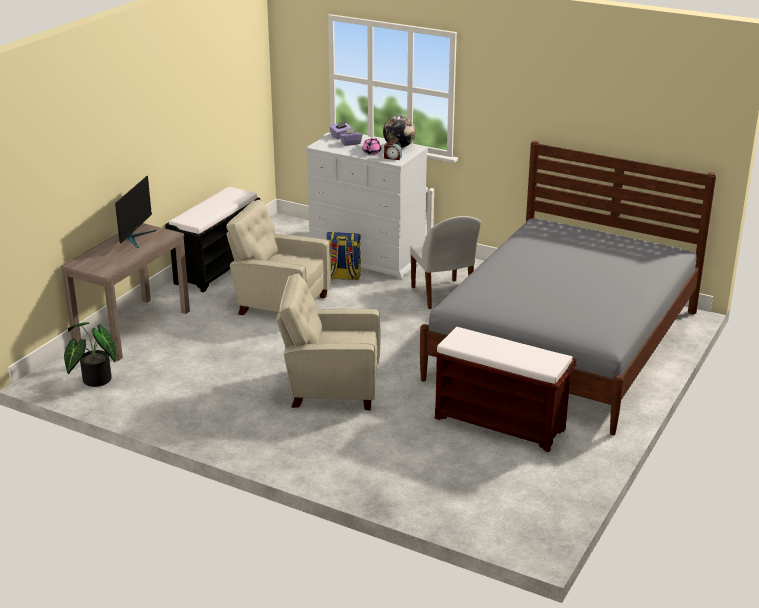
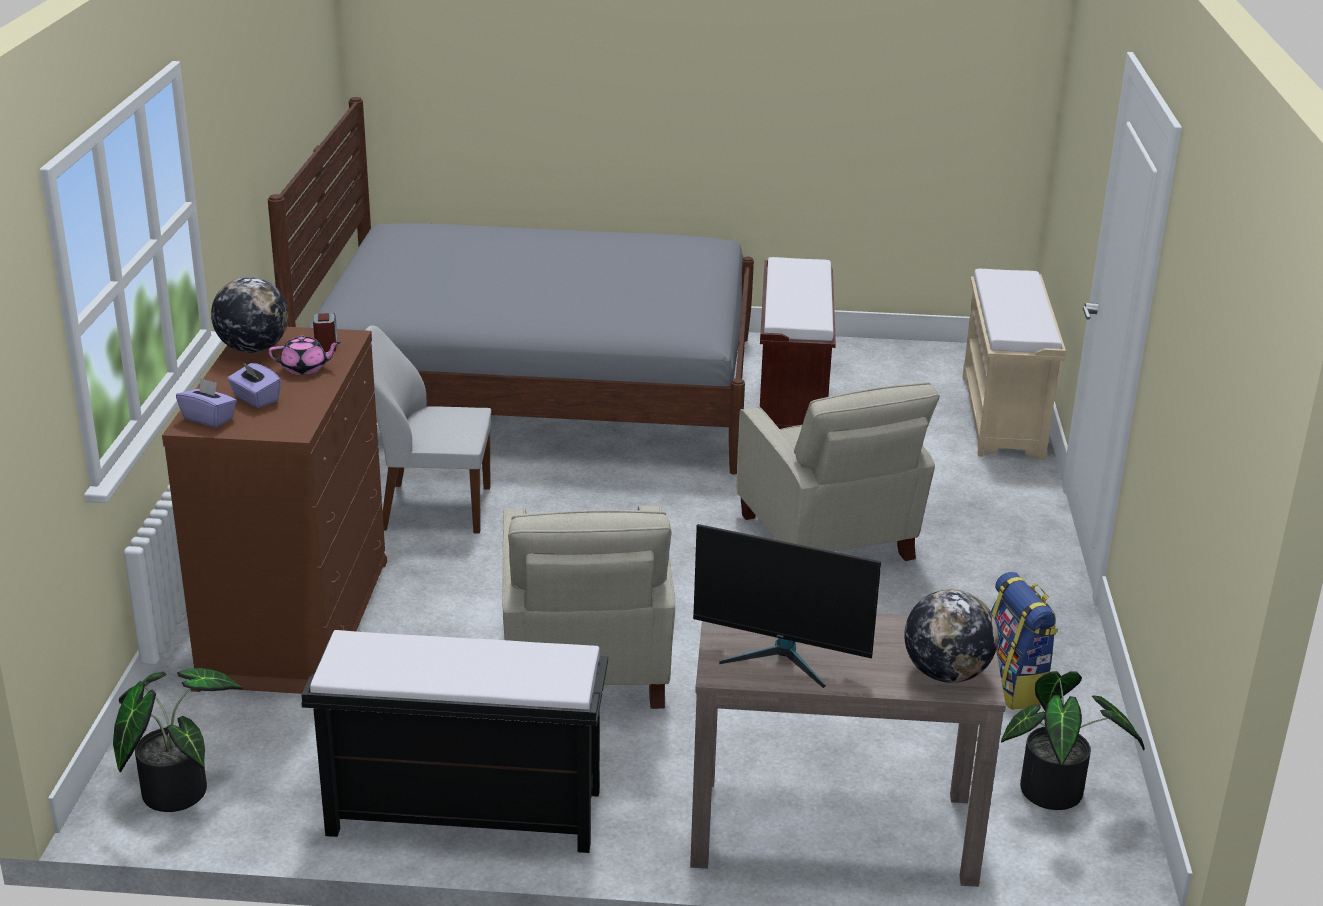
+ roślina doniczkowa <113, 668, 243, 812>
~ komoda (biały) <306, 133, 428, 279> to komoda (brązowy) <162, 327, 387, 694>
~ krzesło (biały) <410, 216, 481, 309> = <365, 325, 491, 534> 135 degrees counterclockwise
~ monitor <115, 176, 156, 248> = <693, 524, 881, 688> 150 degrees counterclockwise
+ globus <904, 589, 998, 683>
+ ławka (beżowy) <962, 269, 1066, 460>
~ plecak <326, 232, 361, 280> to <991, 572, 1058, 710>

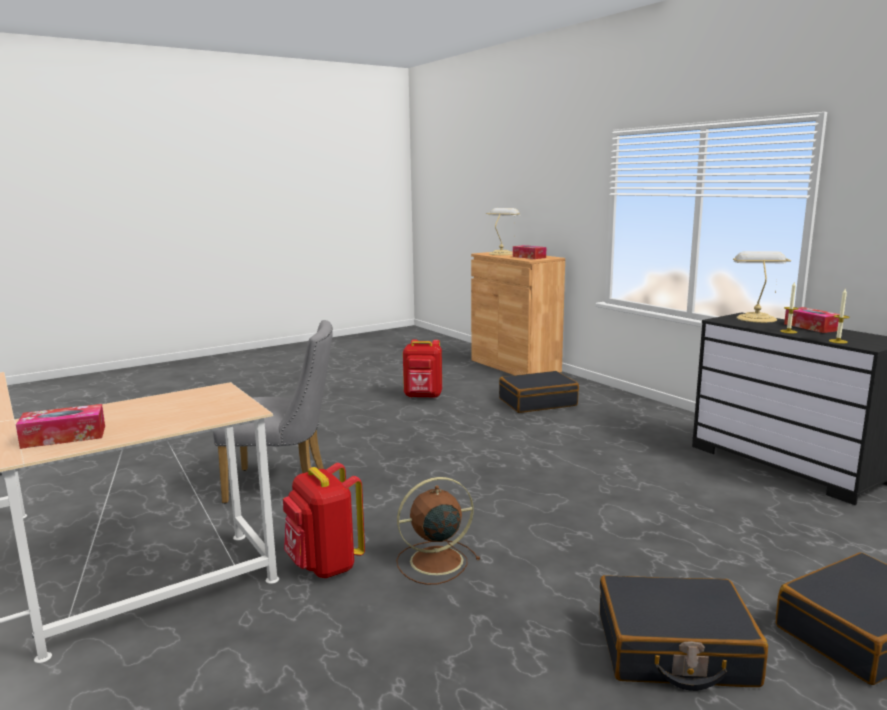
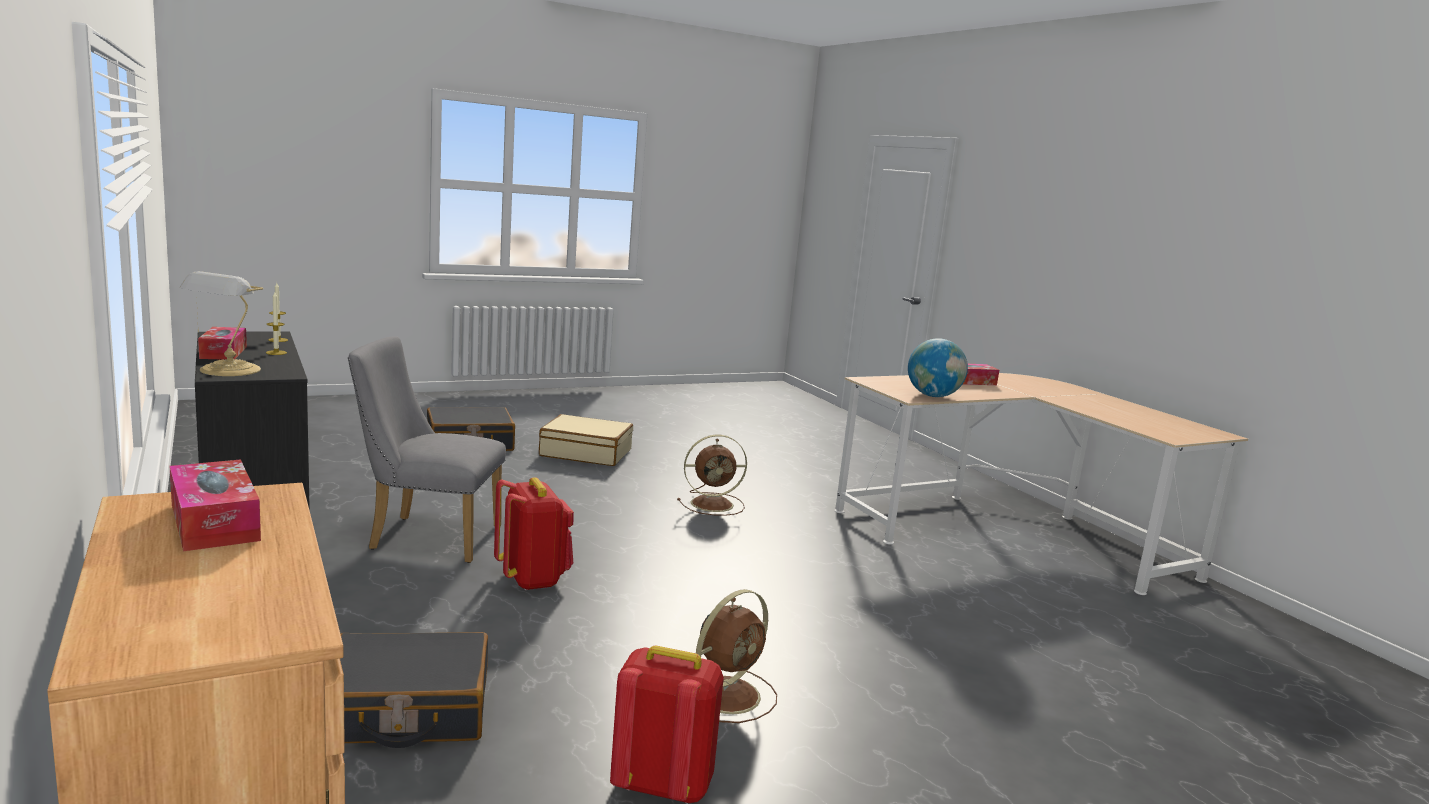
~ krzesło (szary) <213, 320, 333, 504> to <348, 336, 506, 563>
~ plecak (czerwony) <283, 463, 365, 578> to <494, 477, 574, 590>
~ walizka (czarny) <600, 575, 768, 691> to walizka (beżowy) <539, 414, 633, 466>
+ wentylator (brązowy) <696, 589, 777, 723>
+ globus <908, 338, 968, 397>
- lampa stołowa <486, 208, 521, 255>

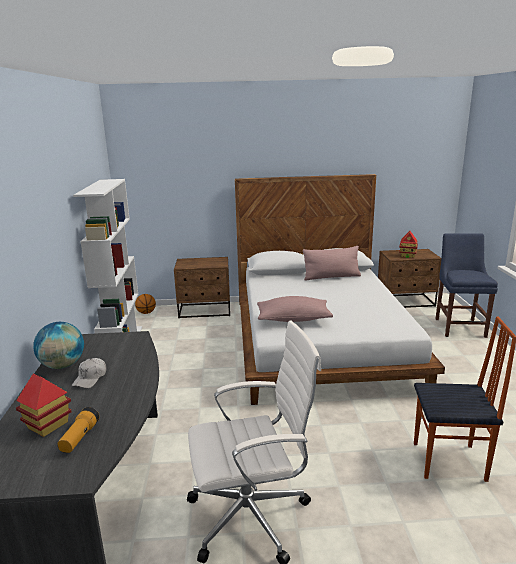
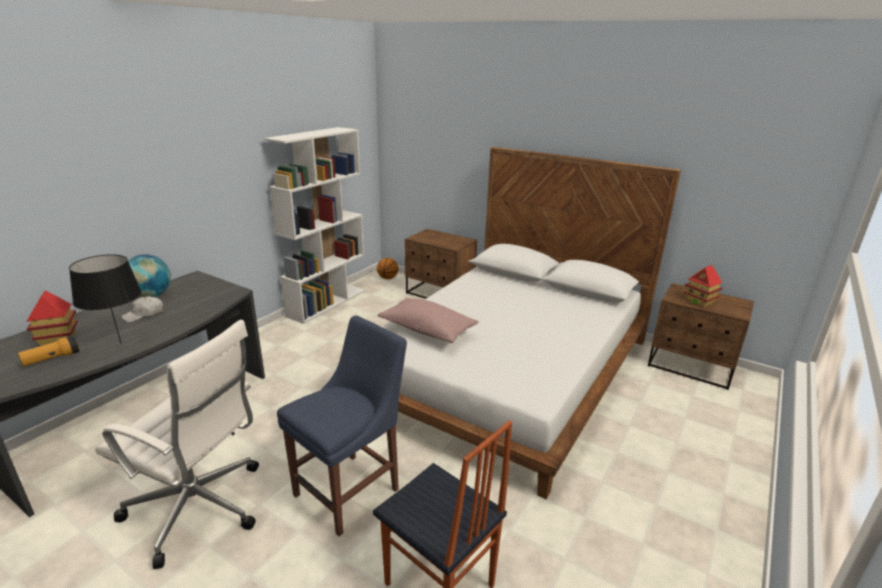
+ lampa stołowa (czarny) <69, 254, 142, 343>
~ krzesło (niebieski) <436, 233, 498, 338> to <277, 316, 407, 536>
- poduszka (różowy) <303, 246, 361, 281>

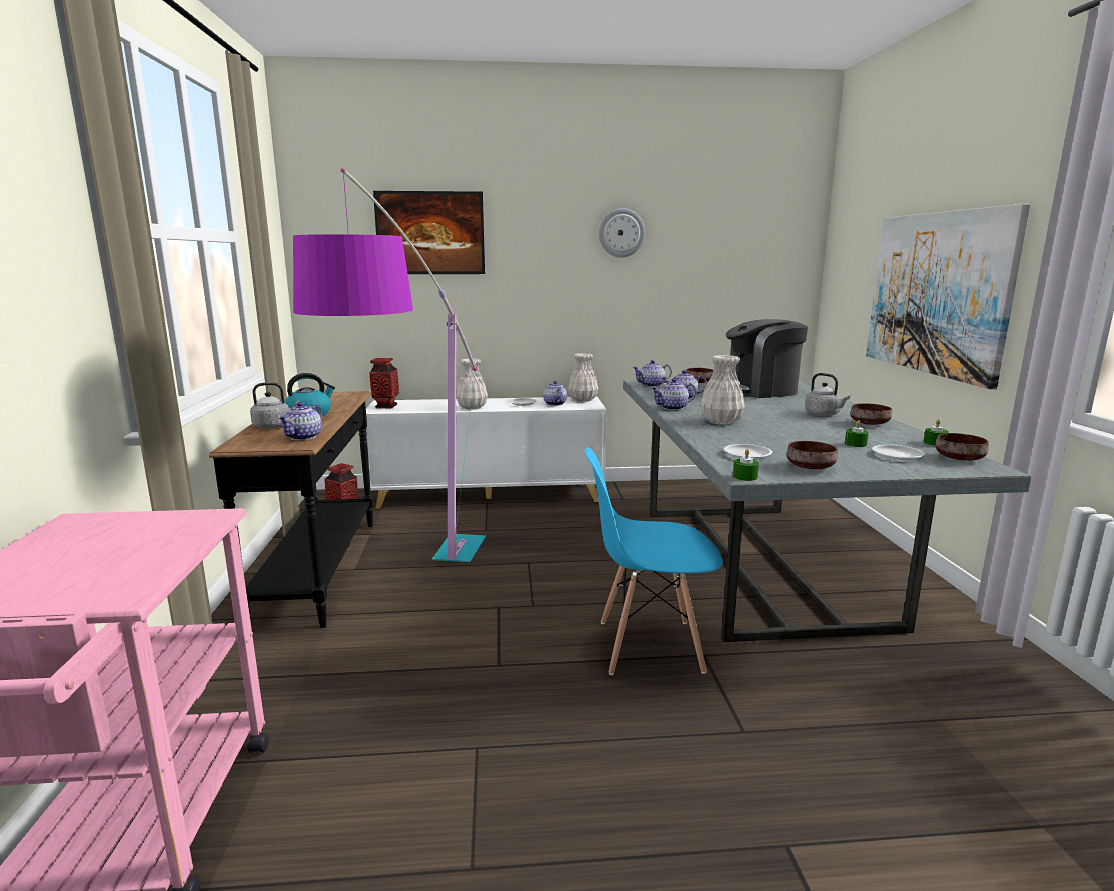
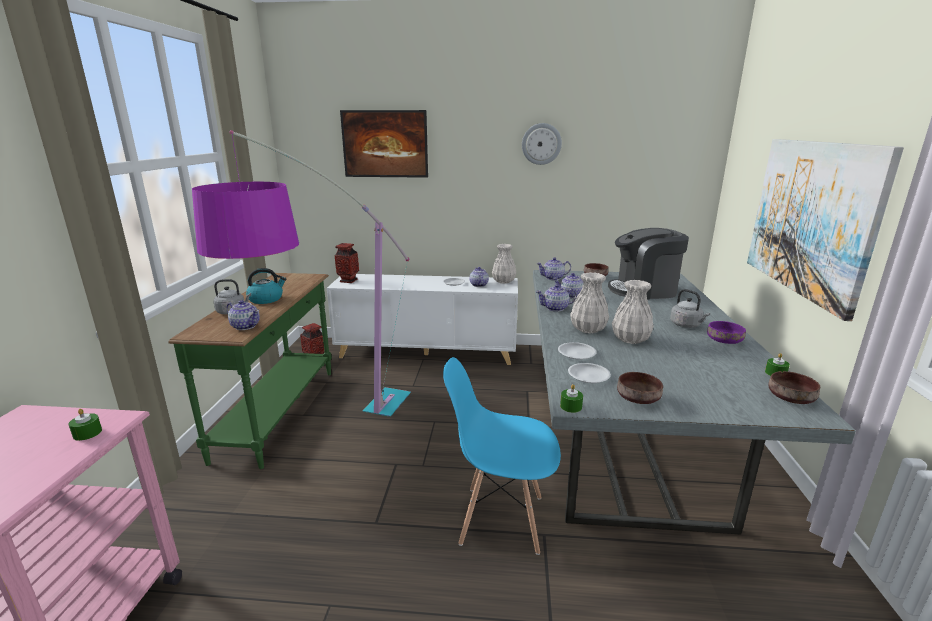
~ świeca (zielony) <845, 420, 869, 447> to <69, 409, 102, 441>
~ stolik konsolowy (czarny) <209, 391, 374, 628> to stolik konsolowy (zielony) <168, 273, 332, 469>
~ imbryk <278, 402, 323, 441> = <227, 300, 260, 330> 90 degrees counterclockwise
~ talerz (biały) <872, 445, 925, 460> to <558, 342, 597, 360>
~ wazon (biały) <456, 359, 488, 410> to <612, 280, 654, 344>
~ miska (brązowy) <851, 403, 892, 425> to miska (fioletowy) <707, 321, 746, 344>

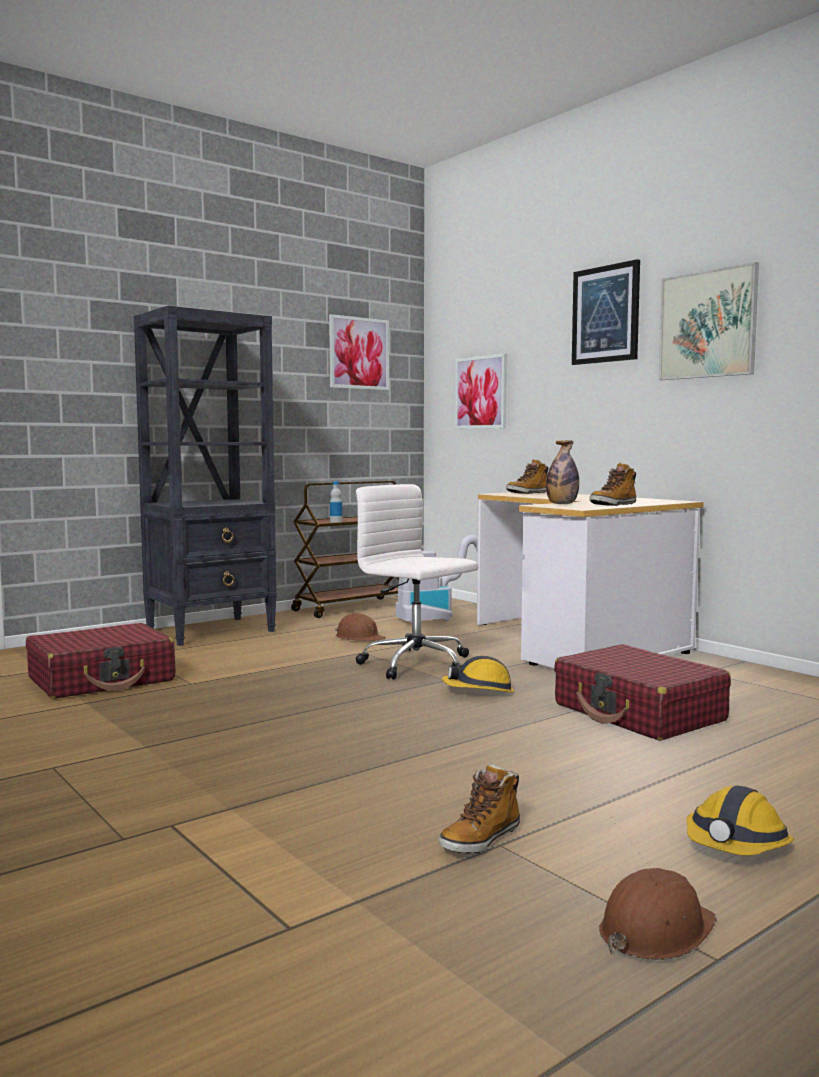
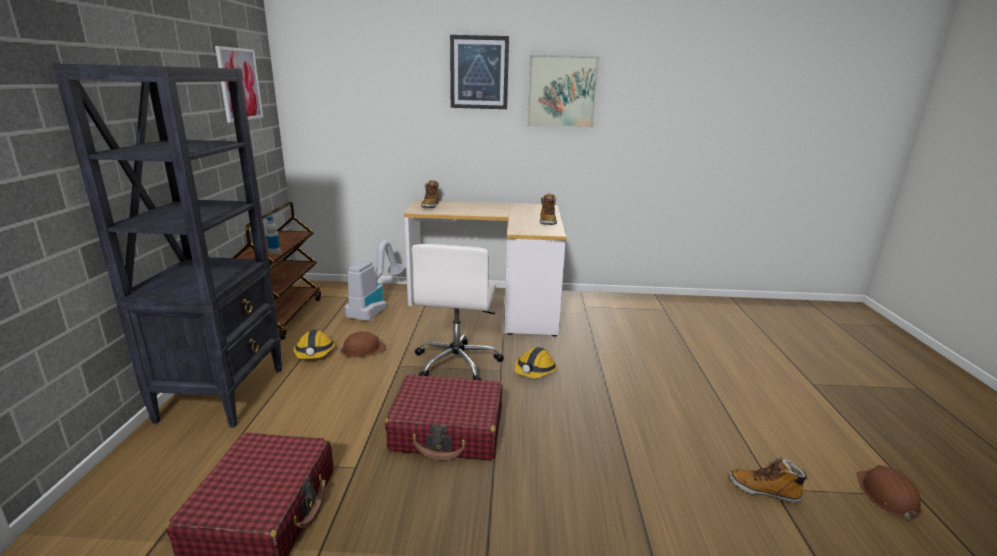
~ kask <686, 786, 794, 856> to <293, 330, 335, 359>
~ walizka (czerwony) <554, 644, 731, 741> to <385, 375, 502, 461>
~ krzesło biurowe (biały) <356, 484, 478, 680> = <412, 244, 504, 380> 75 degrees counterclockwise
~ but z cholewką <439, 763, 520, 854> = <730, 457, 809, 503> 120 degrees clockwise
- obraz <455, 354, 507, 429>
- butelka <546, 440, 579, 504>

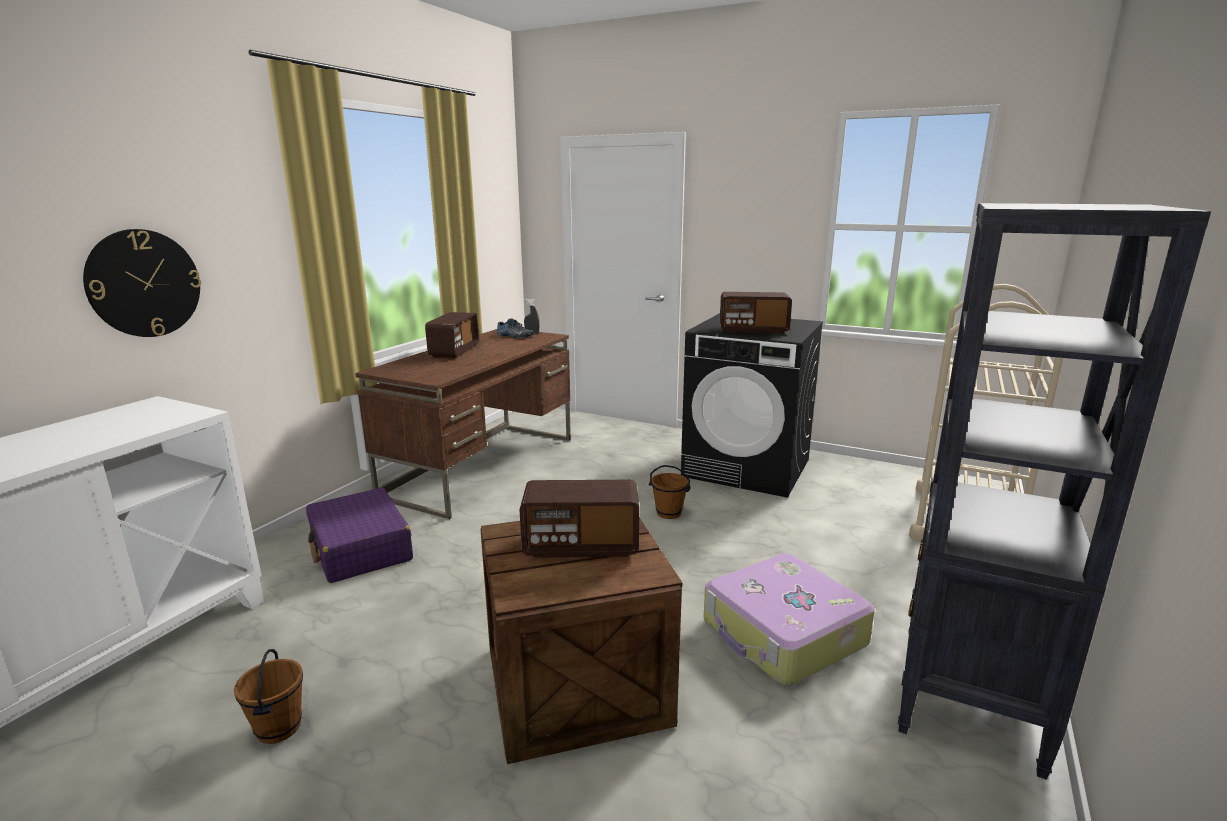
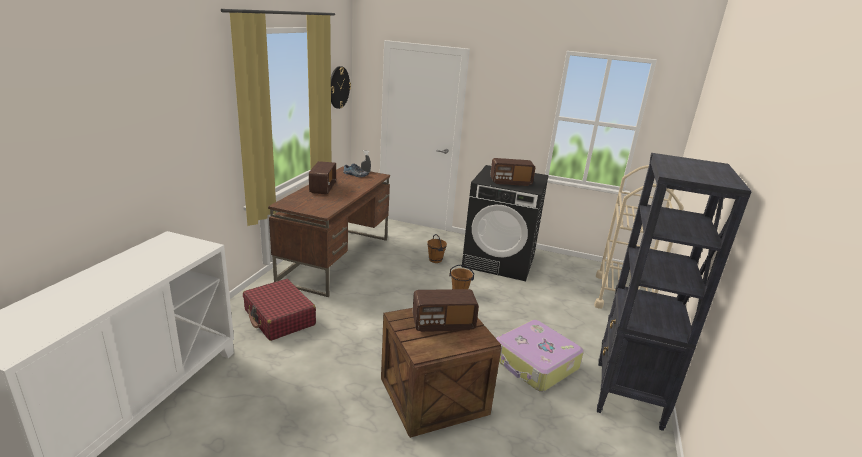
~ walizka (fioletowy) <306, 488, 413, 583> to walizka (czerwony) <243, 279, 316, 341>
~ zegar ścienny <83, 229, 201, 337> to <331, 66, 351, 109>
~ wiadro (brązowy) <234, 649, 303, 744> to <427, 234, 447, 263>

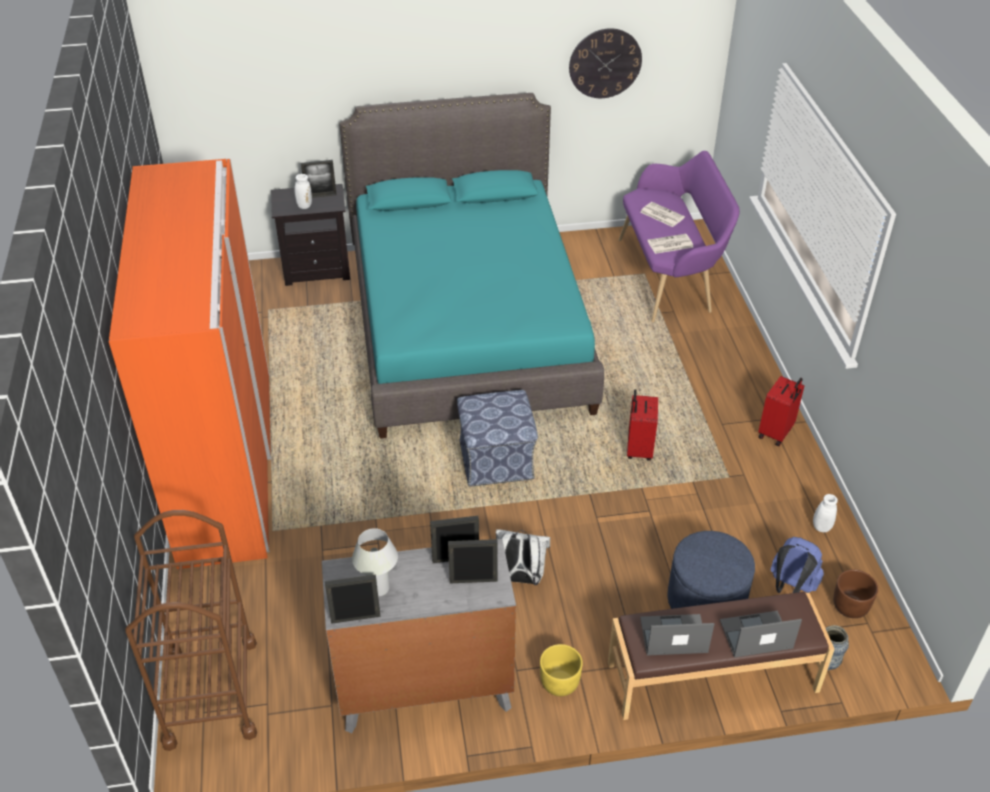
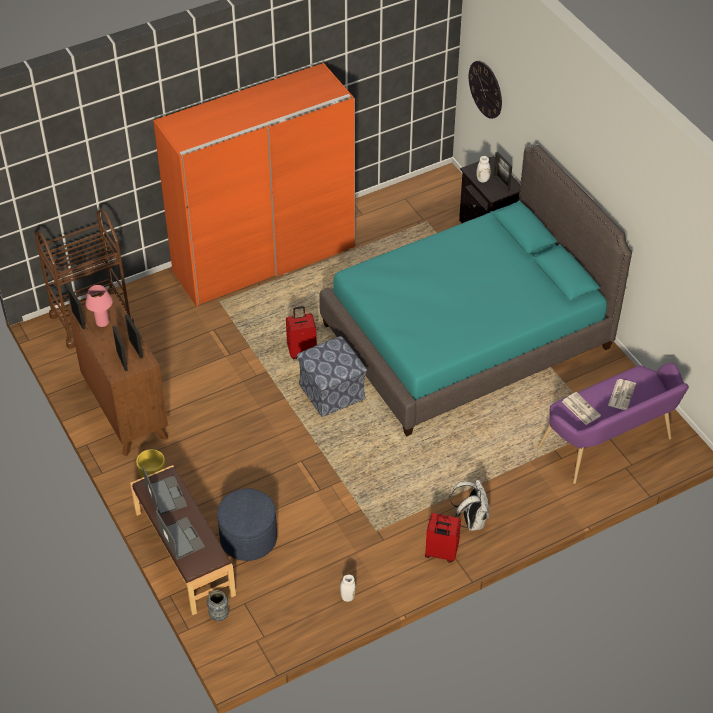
~ komoda (szary) <322, 539, 516, 733> to komoda (brązowy) <68, 293, 168, 456>
~ lampa stołowa (biały) <352, 528, 398, 597> to lampa stołowa (różowy) <85, 285, 113, 327>
~ walizka (czerwony) <627, 389, 658, 461> to <286, 306, 317, 359>
~ plecak (biały) <496, 529, 550, 585> to <450, 480, 490, 531>
~ zegar ścienny <569, 28, 642, 98> to <469, 61, 502, 119>
- plecak (niebieski) <771, 537, 824, 593>
- donica (brązowy) <833, 570, 878, 618>

